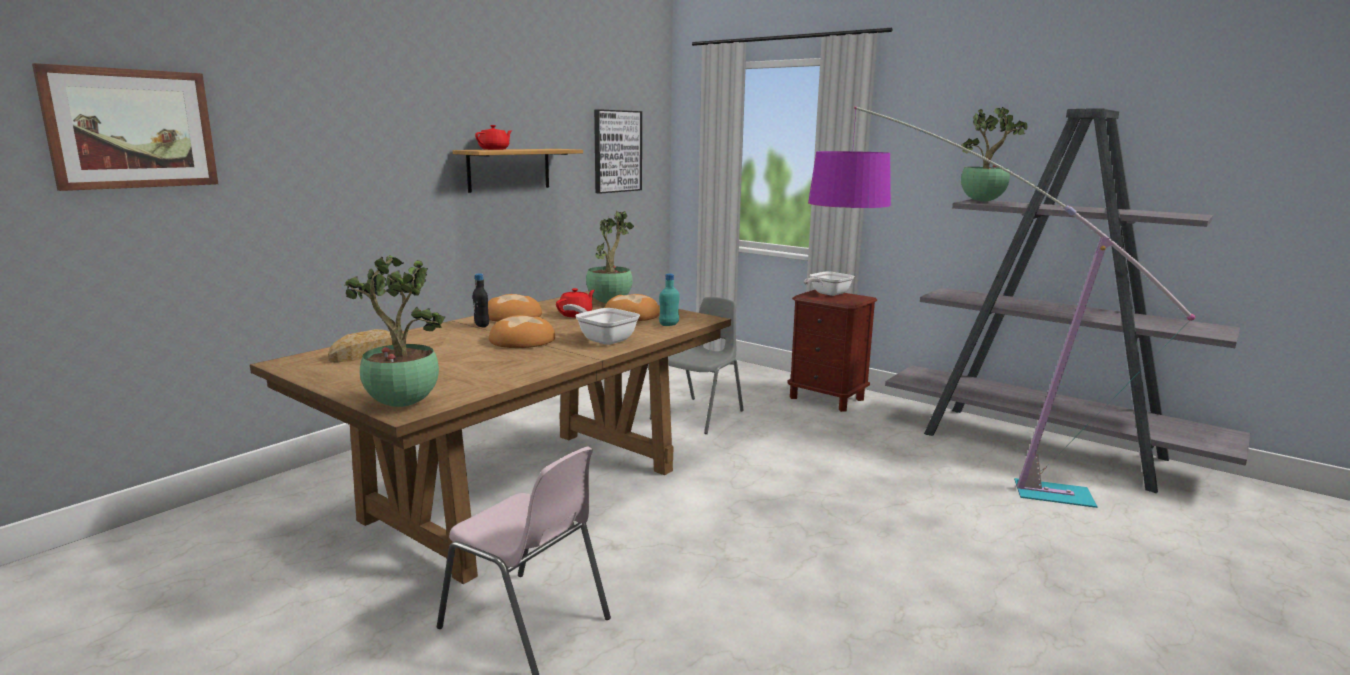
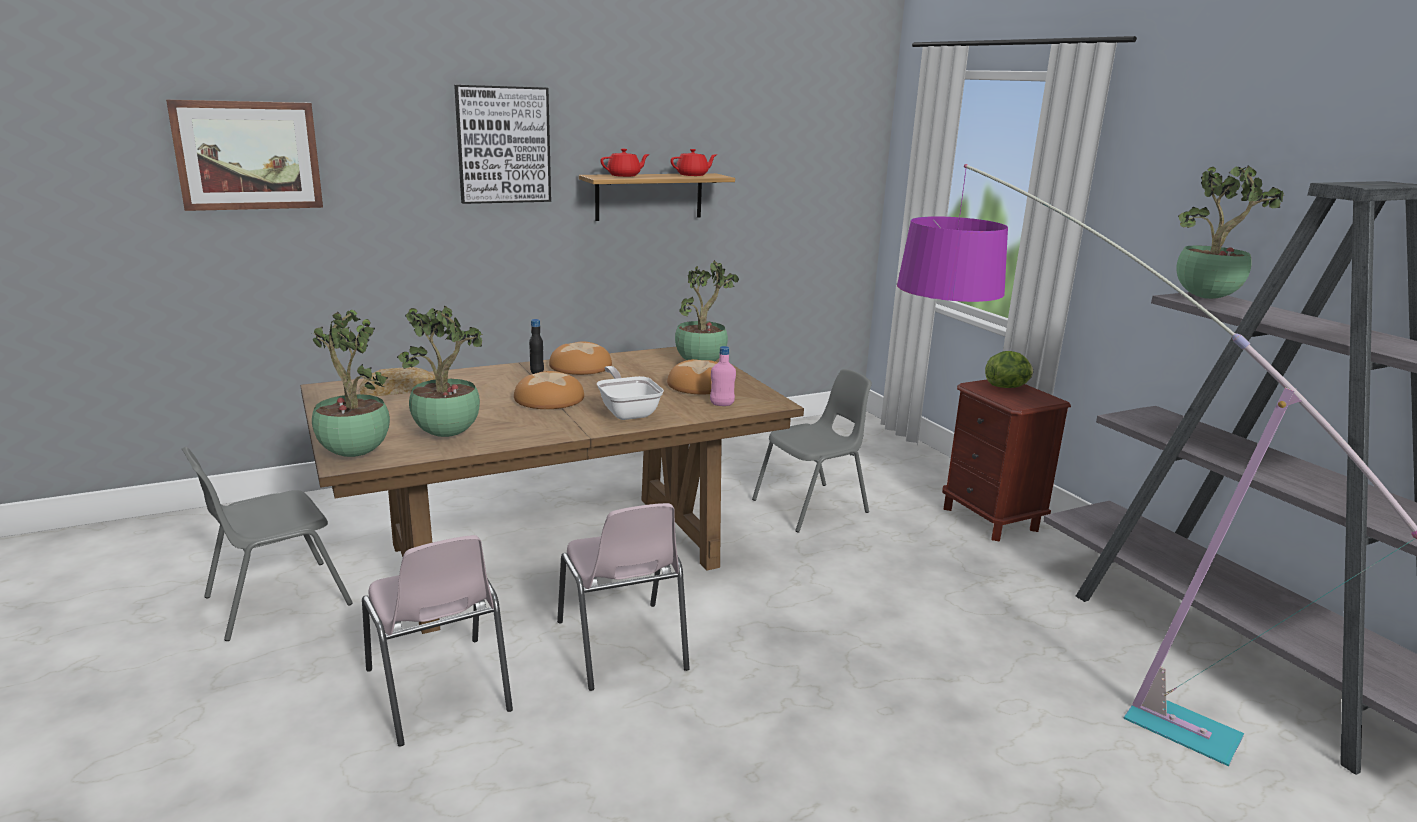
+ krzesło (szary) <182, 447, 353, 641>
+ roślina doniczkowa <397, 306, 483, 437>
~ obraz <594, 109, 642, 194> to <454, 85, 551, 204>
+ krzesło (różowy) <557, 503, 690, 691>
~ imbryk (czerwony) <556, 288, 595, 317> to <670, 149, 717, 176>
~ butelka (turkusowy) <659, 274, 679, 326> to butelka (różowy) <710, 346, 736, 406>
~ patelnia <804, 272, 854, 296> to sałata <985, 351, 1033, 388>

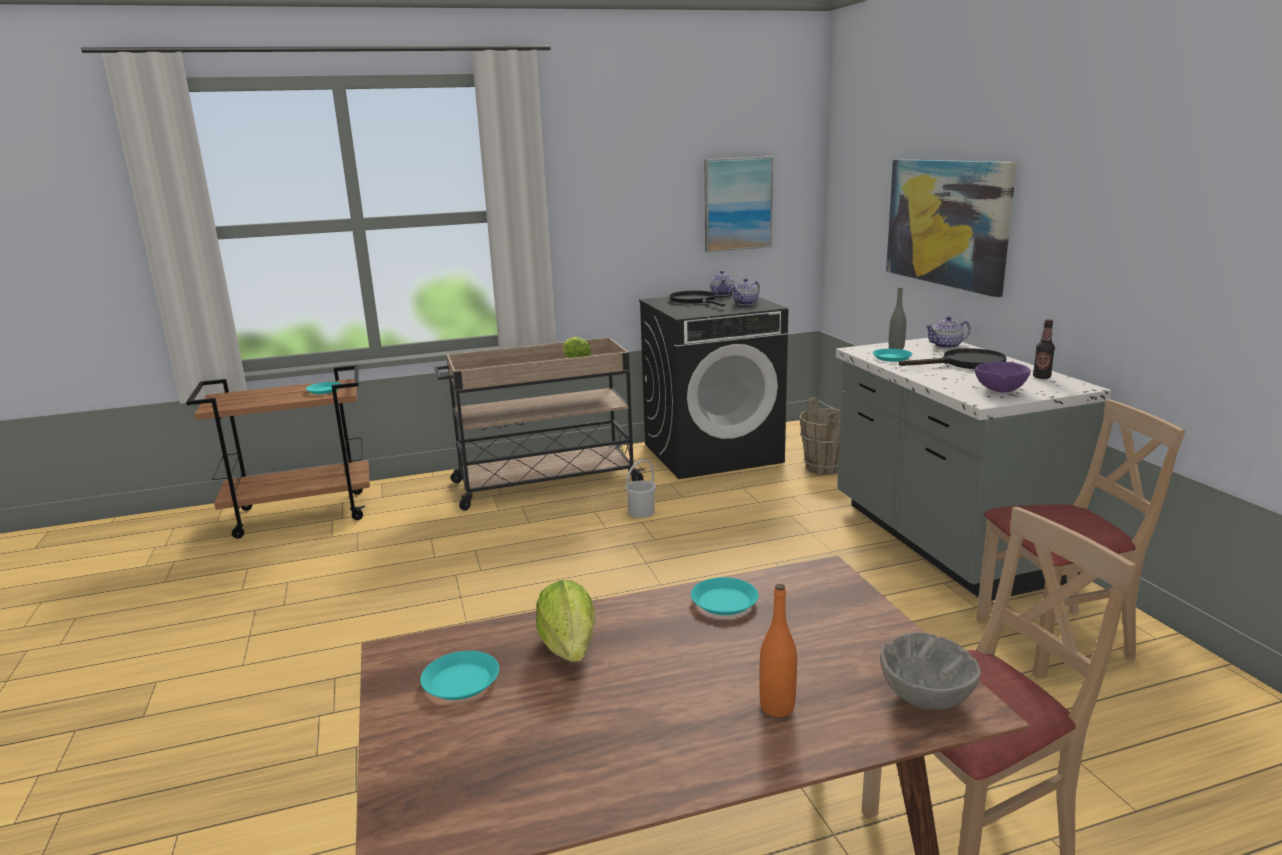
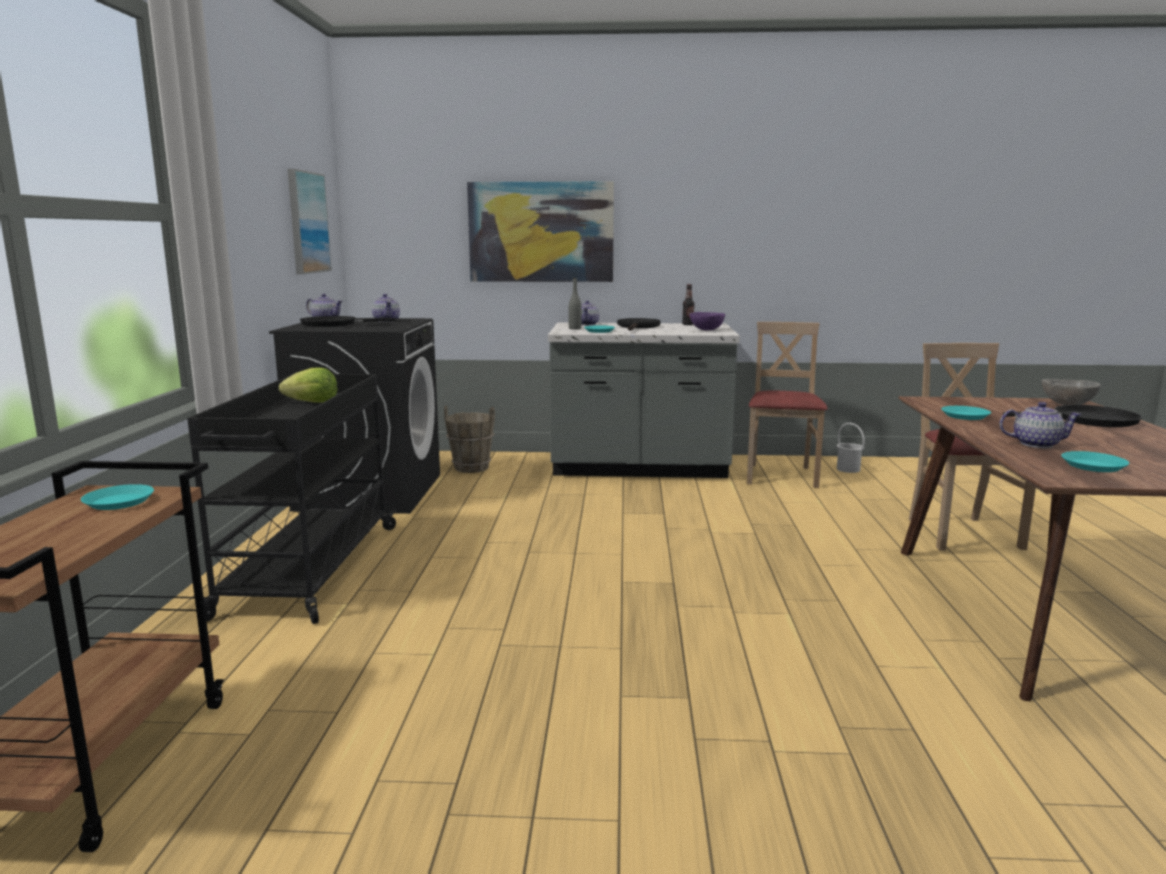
~ wózek (beżowy) <434, 337, 645, 511> to wózek (czarny) <187, 374, 398, 624>
~ wiadro (biały) <625, 459, 656, 518> to <836, 423, 865, 473>
~ sałata <536, 580, 595, 662> to imbryk <999, 402, 1082, 448>
~ butelka (pomarańczowy) <760, 584, 797, 717> to patelnia (czarny) <1003, 405, 1142, 427>

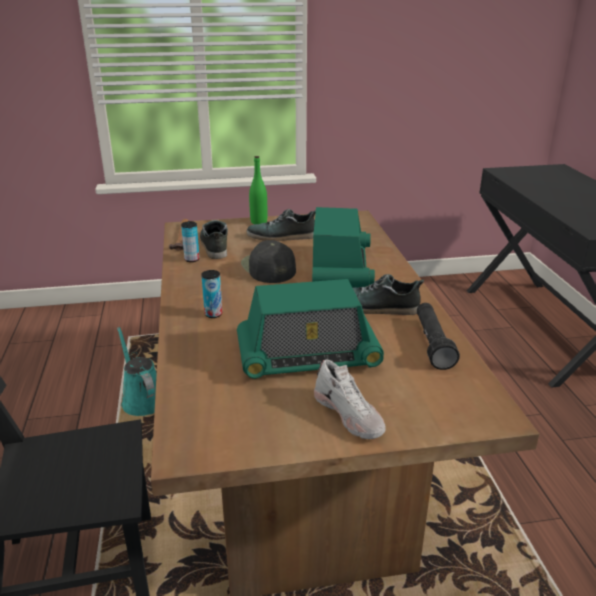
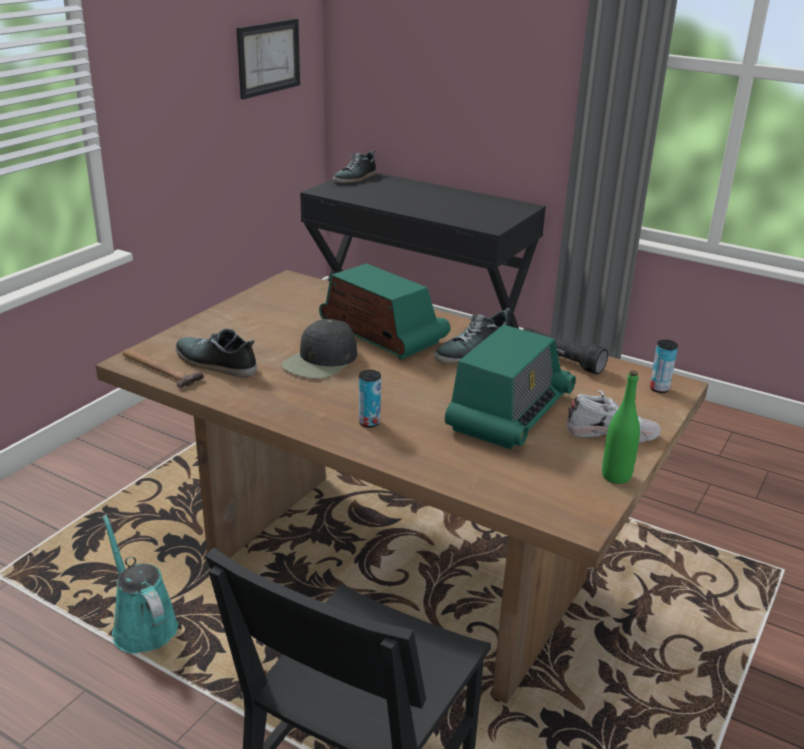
~ konewka (turkusowy) <117, 327, 157, 416> = <103, 515, 179, 654> 45 degrees clockwise
+ obraz <237, 19, 300, 99>
~ czapka z daszkiem (czarny) <241, 240, 296, 283> = <281, 319, 357, 379> 75 degrees counterclockwise
~ but <247, 209, 316, 241> to <333, 150, 376, 183>
~ butelka (zielony) <249, 156, 267, 224> to <602, 370, 640, 484>
~ puszka <181, 221, 200, 262> to <650, 340, 678, 393>

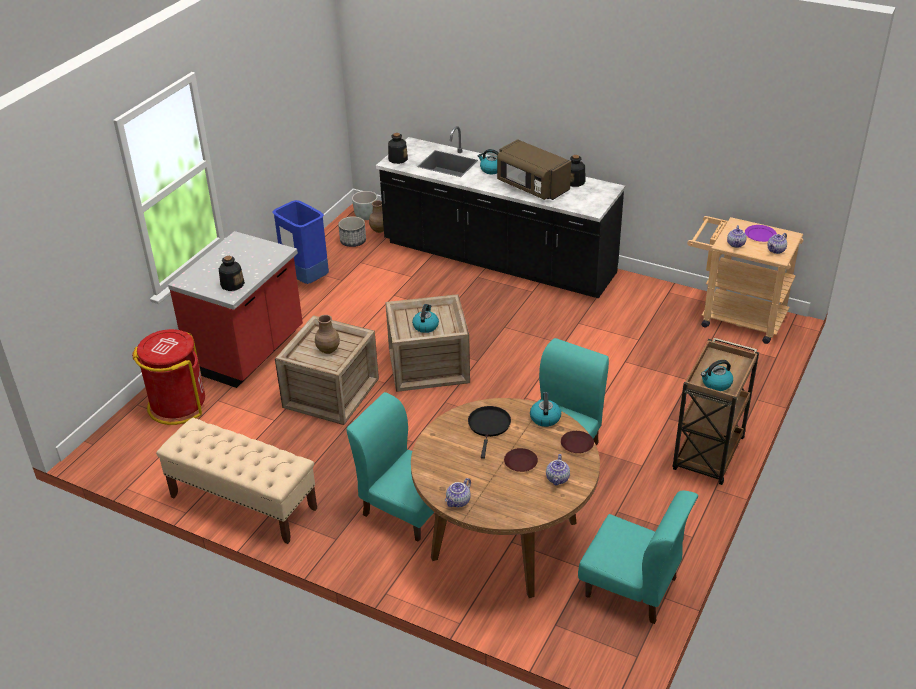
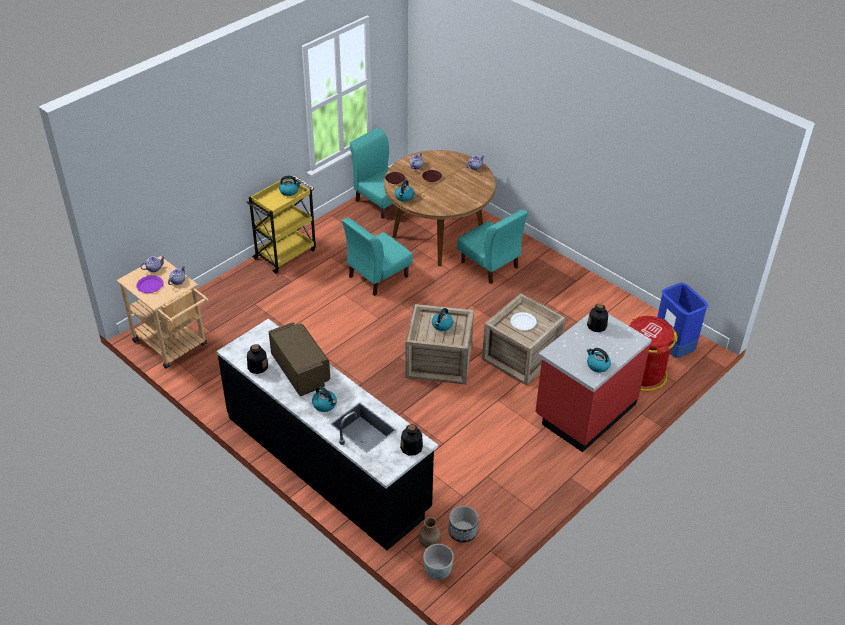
~ wózek (brązowy) <673, 338, 759, 485> to wózek (żółty) <246, 175, 316, 274>
~ wazon (brązowy) <315, 315, 340, 354> to talerz (biały) <510, 312, 537, 330>
+ czajnik <587, 348, 611, 373>
~ kosz na śmieci (niebieski) <272, 200, 329, 284> to <657, 283, 708, 358>
- ławka (beżowy) <156, 418, 317, 544>
- patelnia (czarny) <468, 406, 511, 459>

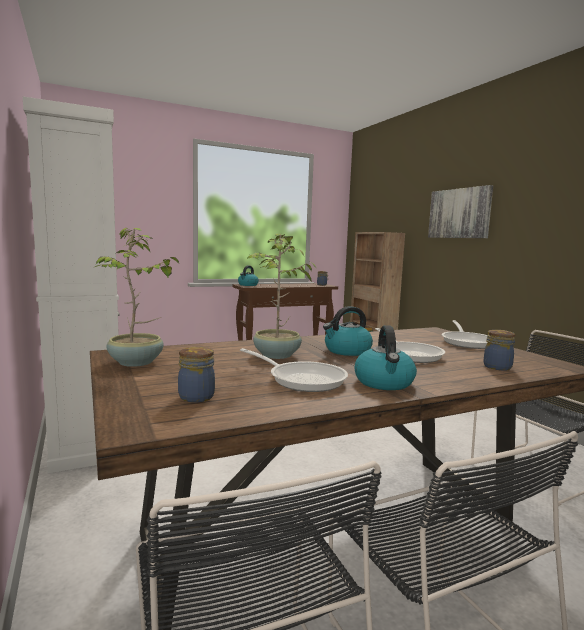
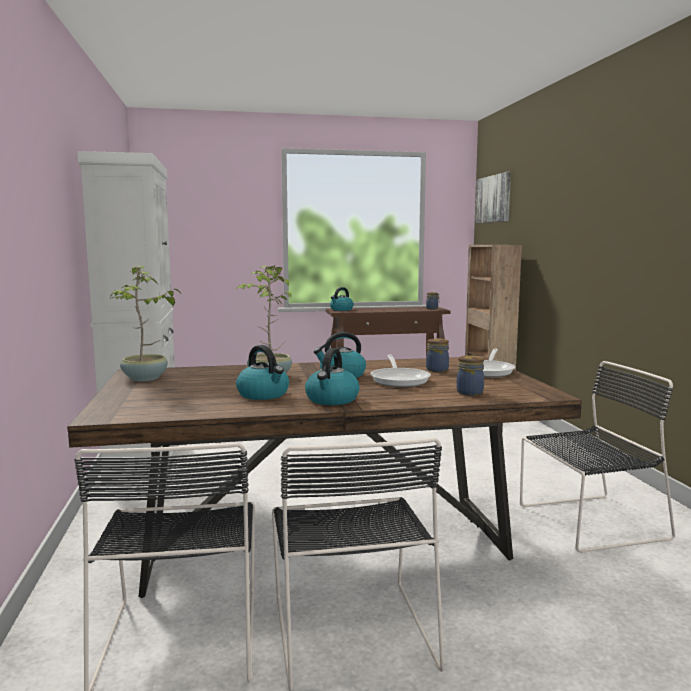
~ patelnia <240, 348, 348, 392> to czajnik <236, 345, 289, 400>
~ słoik <178, 347, 215, 402> to <426, 338, 449, 372>
~ obraz <428, 185, 493, 238> to <475, 172, 511, 223>

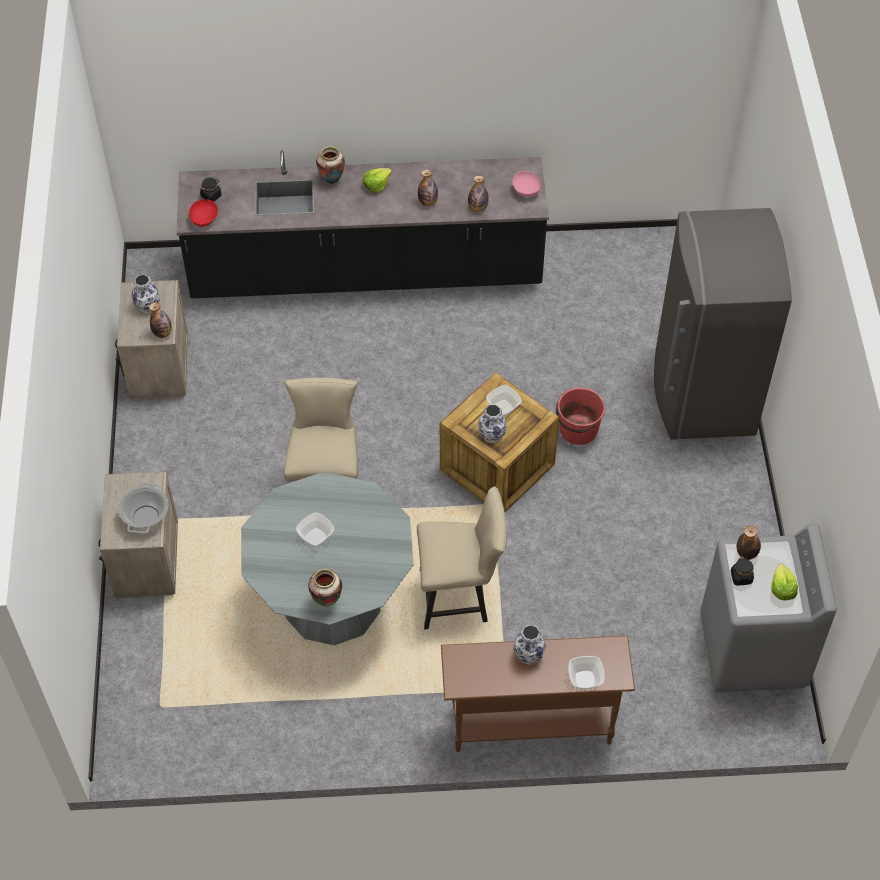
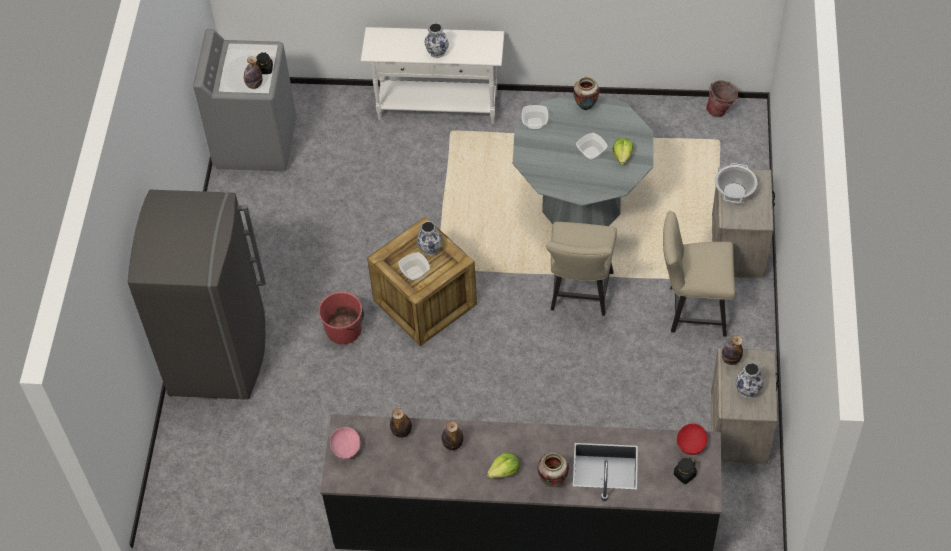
~ stolik konsolowy (brązowy) <441, 636, 635, 752> to stolik konsolowy (biały) <361, 27, 504, 124>
~ miska <568, 656, 605, 689> to <521, 105, 549, 130>
~ sałata <771, 564, 798, 600> to <612, 138, 634, 165>
~ krzesło (beżowy) <417, 487, 507, 629> to <663, 211, 735, 337>
+ wiadro <706, 81, 739, 117>

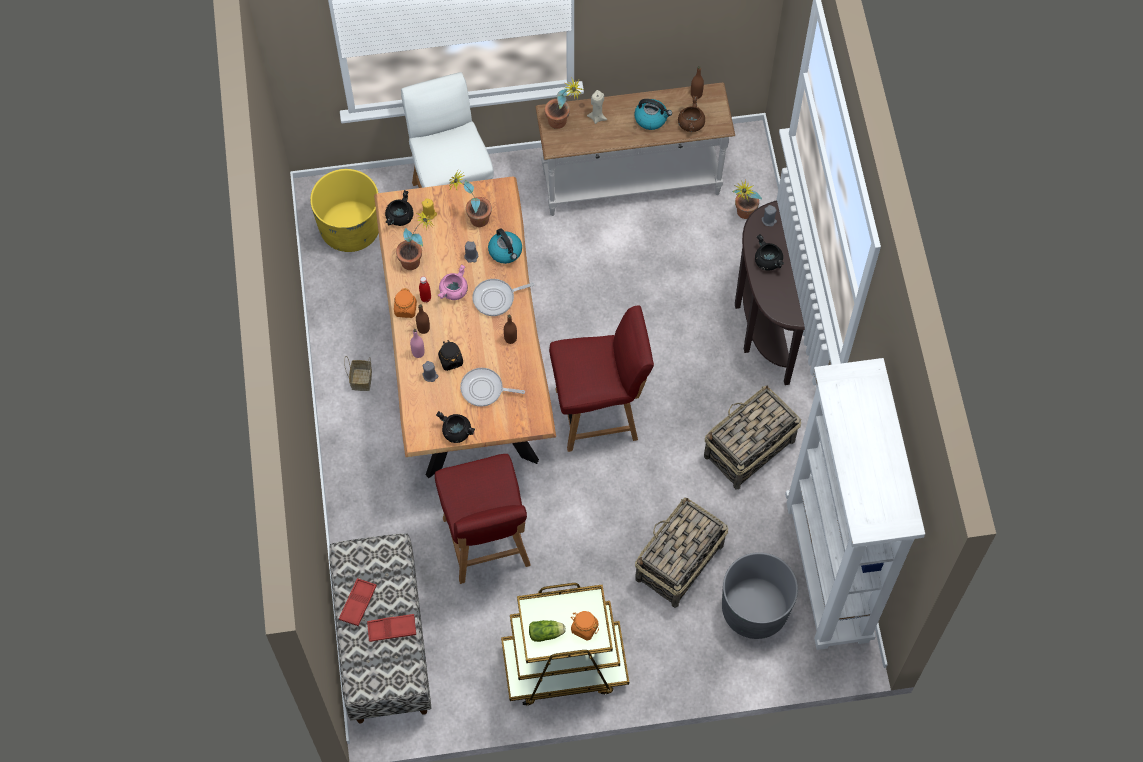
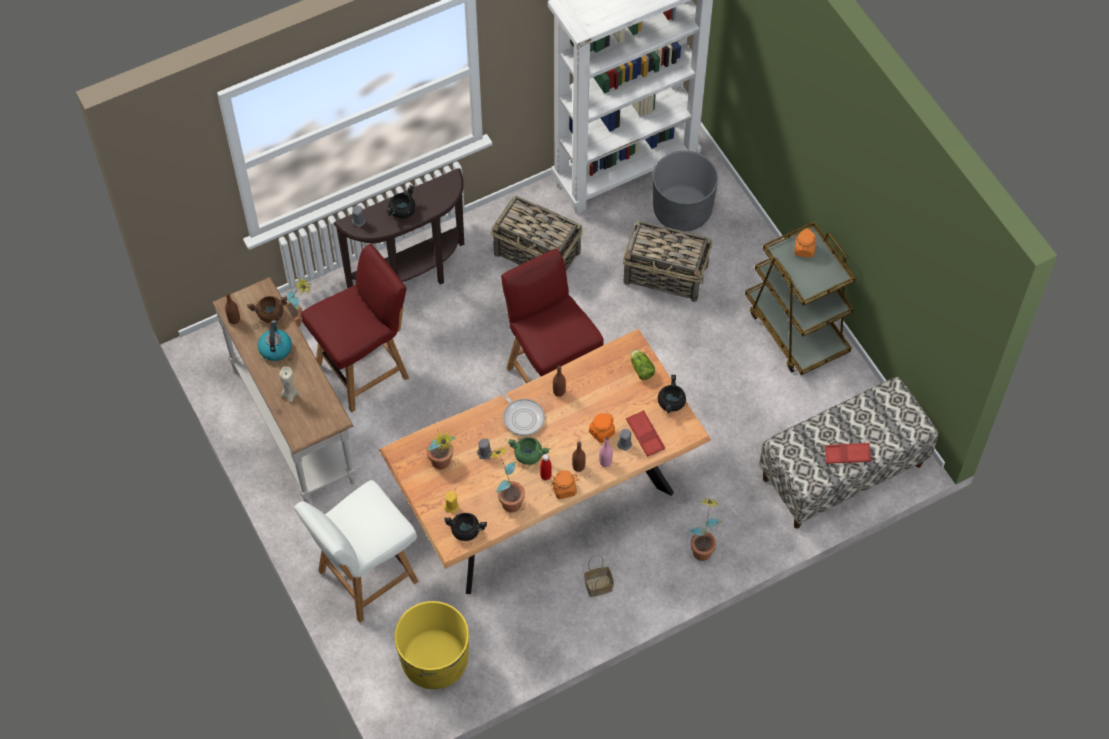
~ krzesło (czerwony) <435, 454, 531, 584> to <301, 244, 409, 412>
~ garnek (różowy) <438, 264, 468, 300> to garnek (zielony) <508, 437, 550, 465>
~ słoik (czarny) <438, 340, 463, 371> to słoik (pomarańczowy) <589, 413, 615, 443>
~ taca (czerwony) <367, 614, 416, 642> to <626, 410, 665, 457>
~ sałata <529, 620, 566, 642> to <631, 349, 655, 380>
~ roślina doniczkowa <545, 79, 583, 129> to <689, 498, 722, 561>
- patelnia <460, 368, 525, 407>
- czajnik <488, 228, 522, 264>

